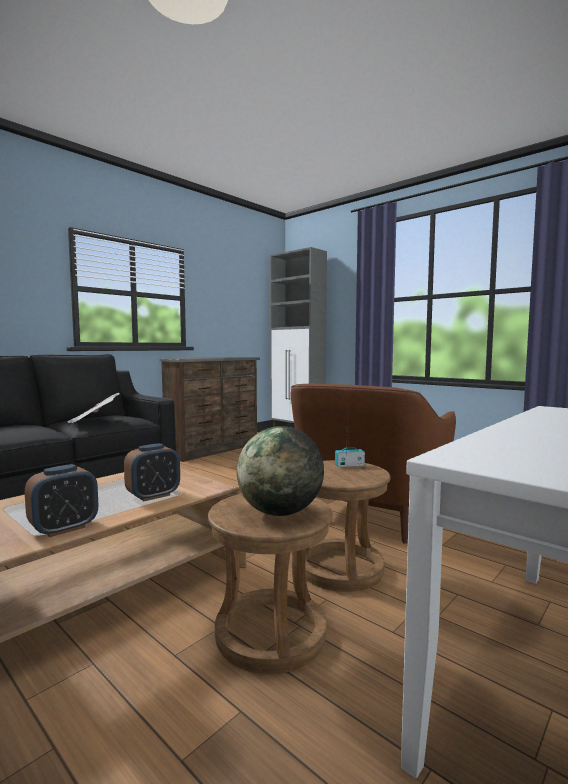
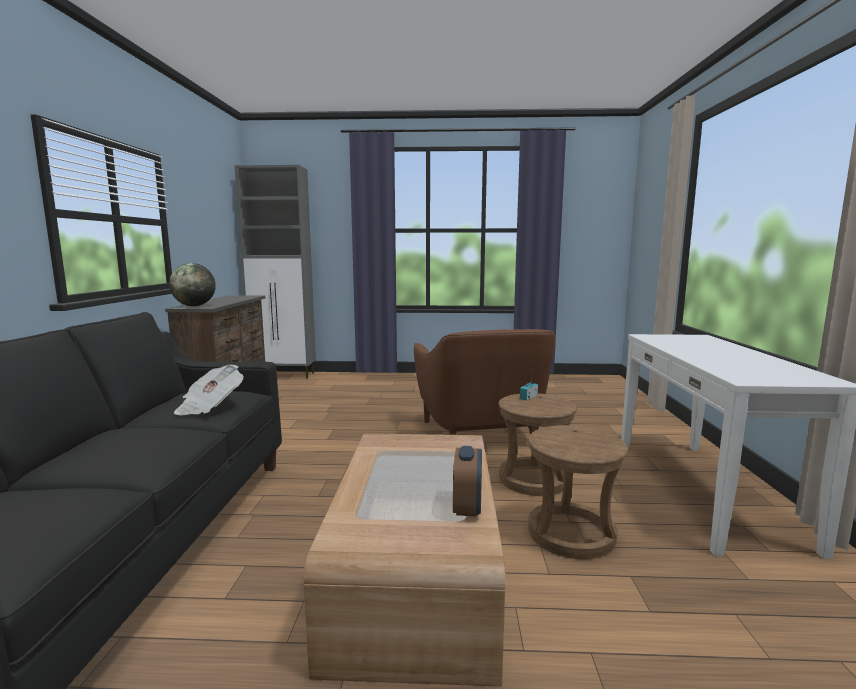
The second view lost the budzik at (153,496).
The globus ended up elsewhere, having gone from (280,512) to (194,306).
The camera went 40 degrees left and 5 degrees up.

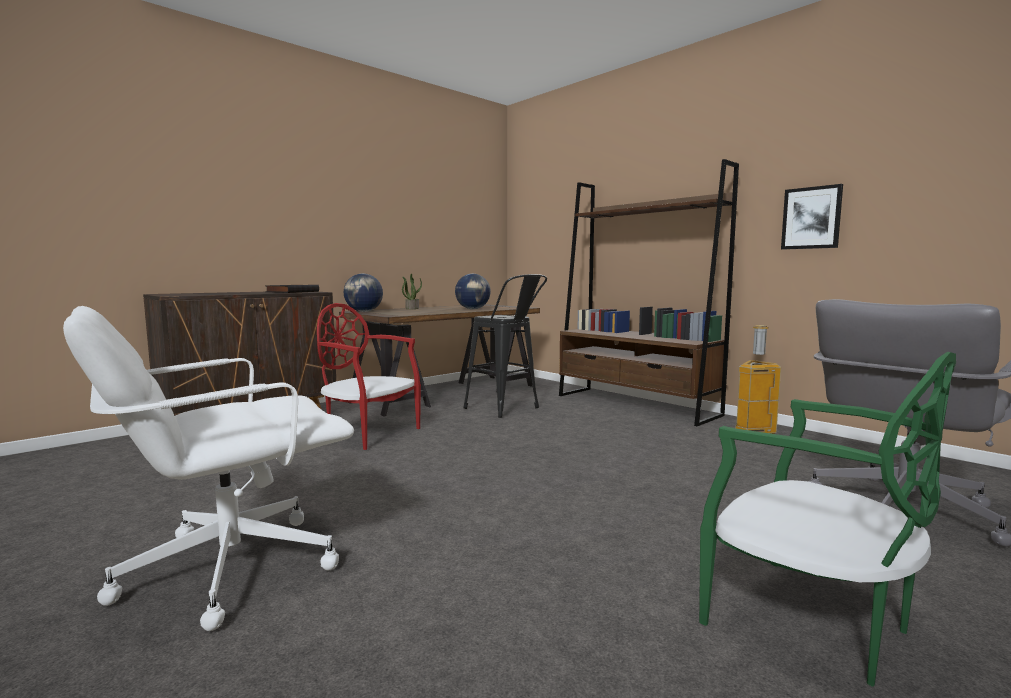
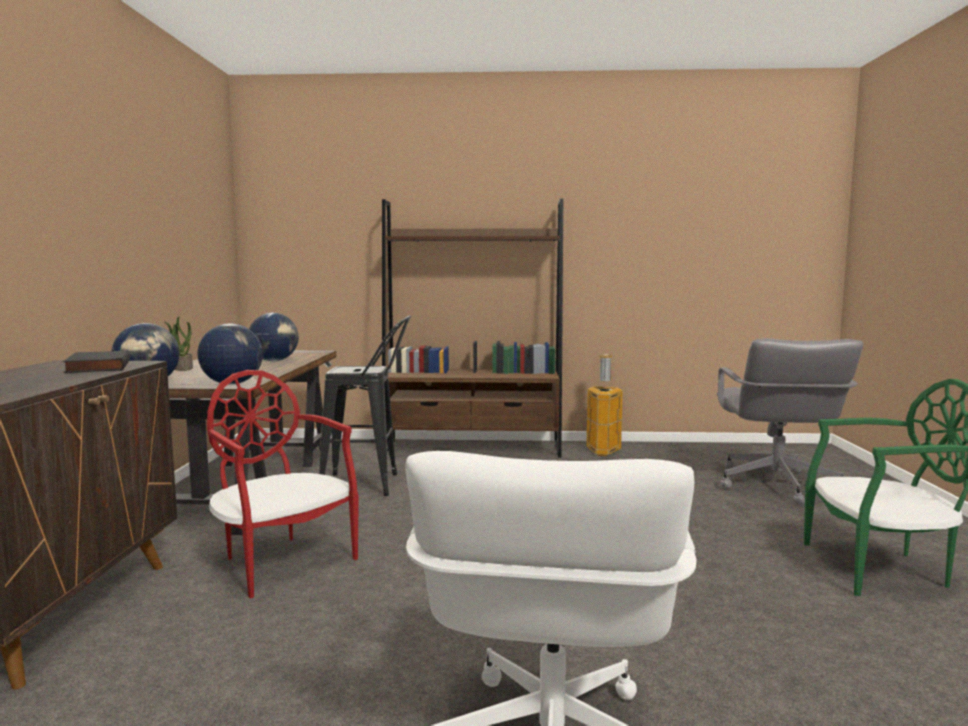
The second view lost the obraz at (811,218).
The second view gained the globus at (232,384).
The krzesło/czerwony at (369,433) ended up facing another way, 60 degrees clockwise from before.
The camera went 45 degrees left and 0 degrees up.

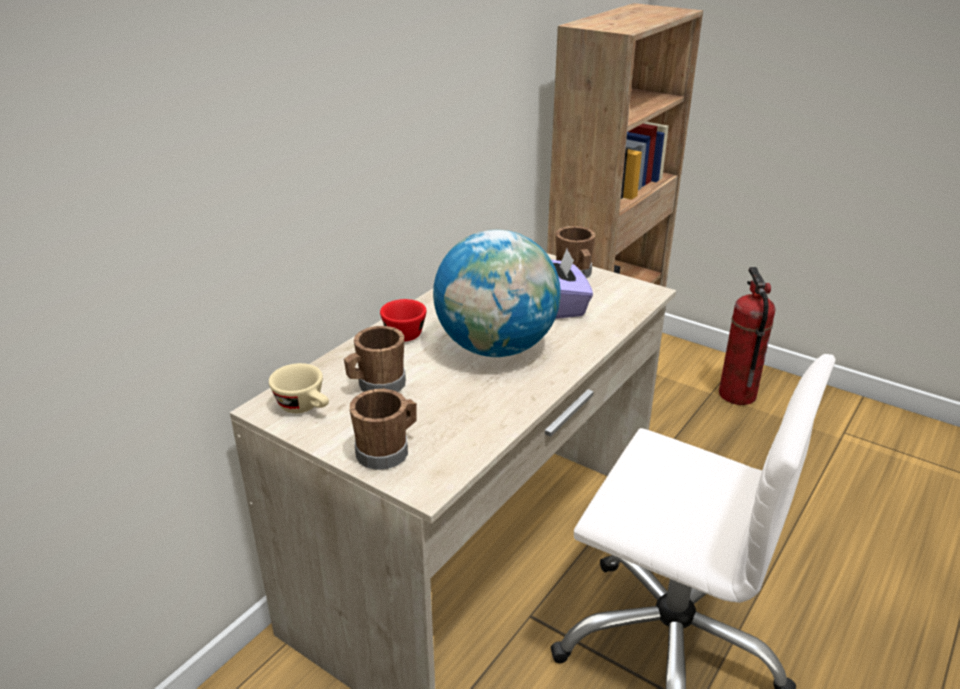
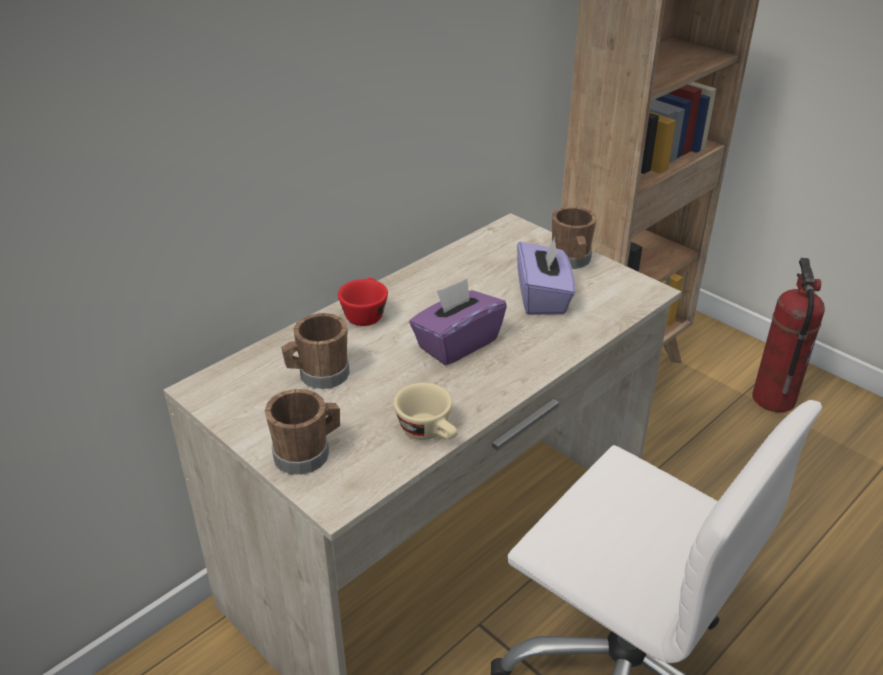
The filiżanka/beżowy ended up elsewhere, having gone from (305,407) to (429,432).
Where the globus stood at (496,348), the pudełko chusteczek/fioletowy came to stand at (457,343).
The camera went 10 degrees right and 5 degrees up.

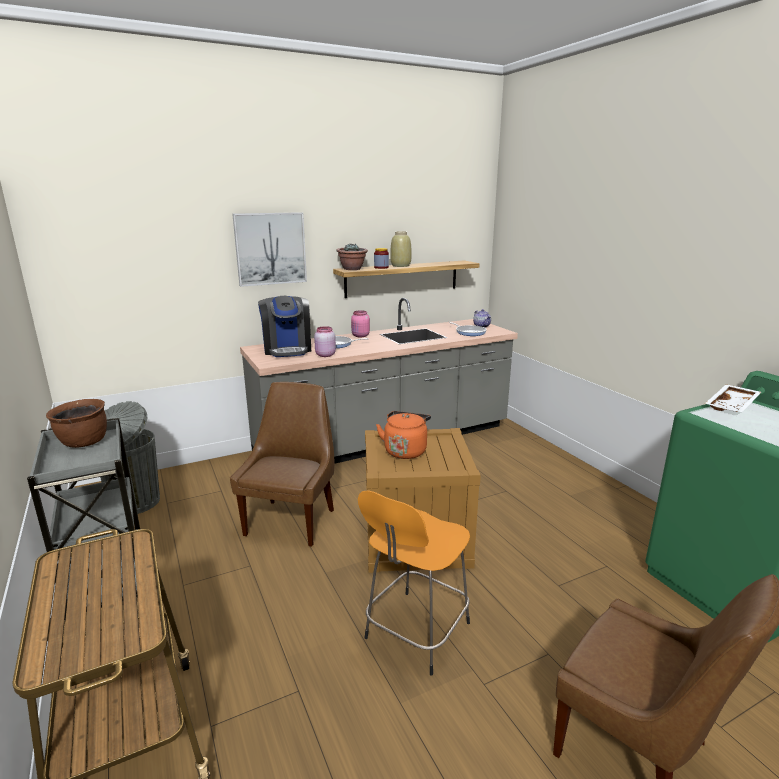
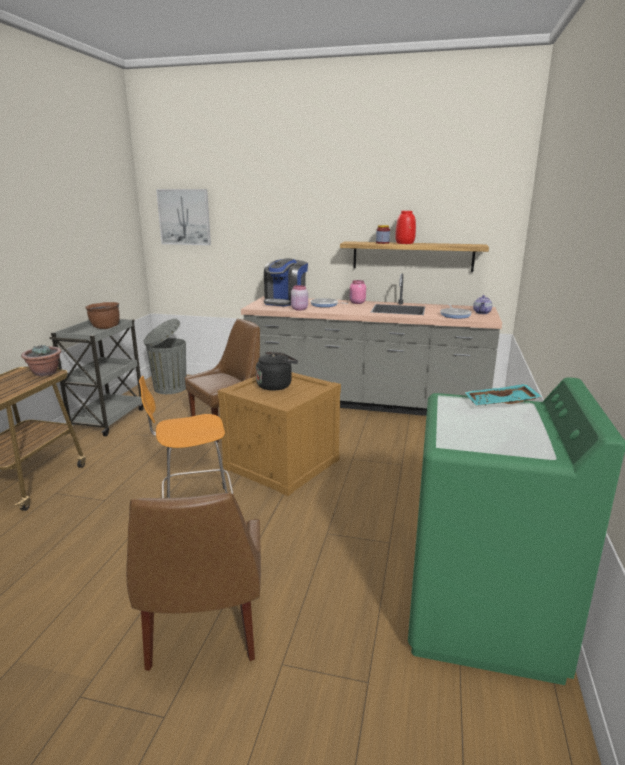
The obraz ended up elsewhere, having gone from (270,249) to (184,217).
The roślina doniczkowa ended up elsewhere, having gone from (352,269) to (45,373).
What was the czajnik/pomarańczowy at (405,450) turned into the czajnik/czarny at (276,385).
What was the wazon/beżowy at (400,266) turned into the wazon/czerwony at (404,243).
What was the taca/biały at (732,406) turned into the taca/turkusowy at (501,404).
The camera went 40 degrees right and 0 degrees up.

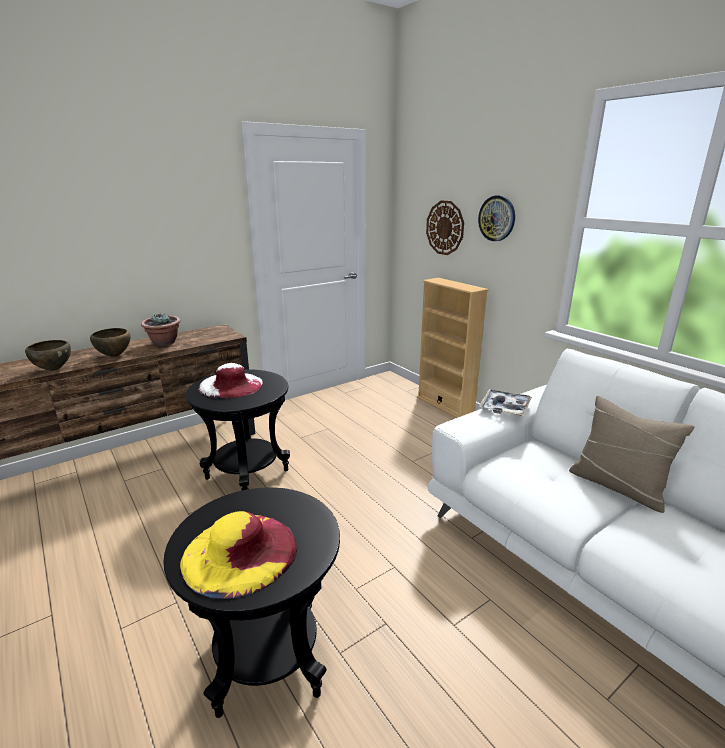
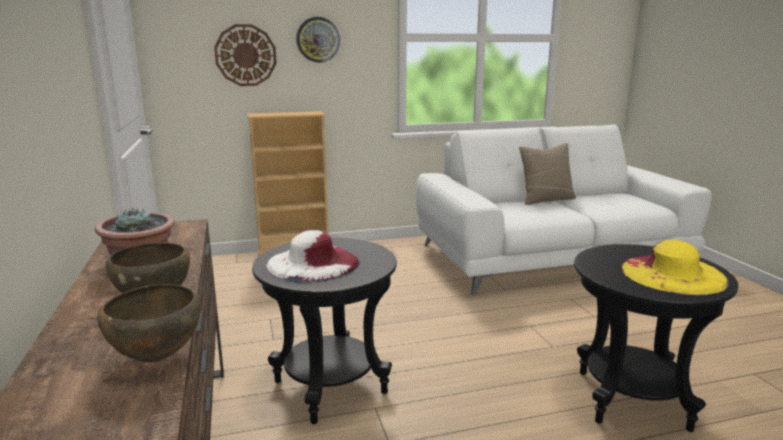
The second view lost the taca at (505,407).
The camera went 70 degrees left and 5 degrees down.

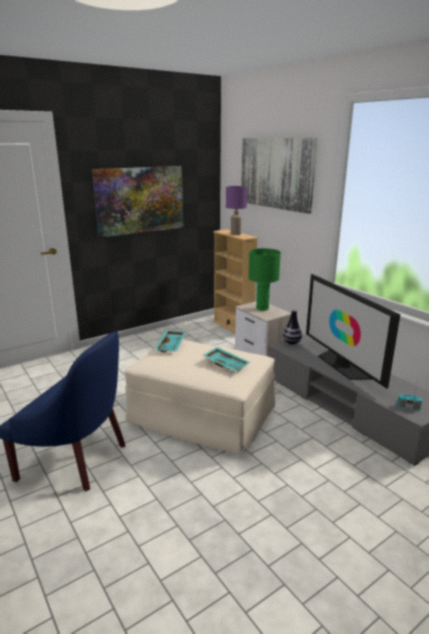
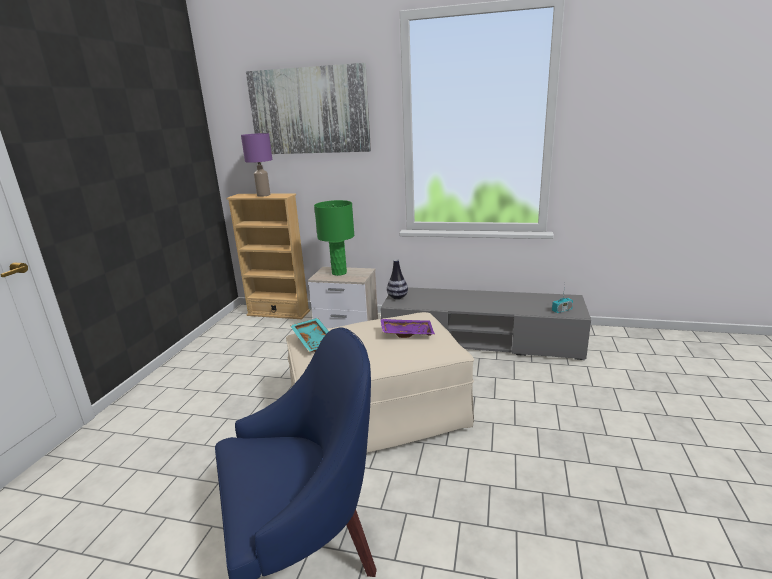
The second view lost the obraz at (140,200).
The second view lost the telewizor at (342,365).
What was the taca/turkusowy at (226,364) turned into the taca/fioletowy at (407,333).
The camera went 40 degrees left and 0 degrees up.

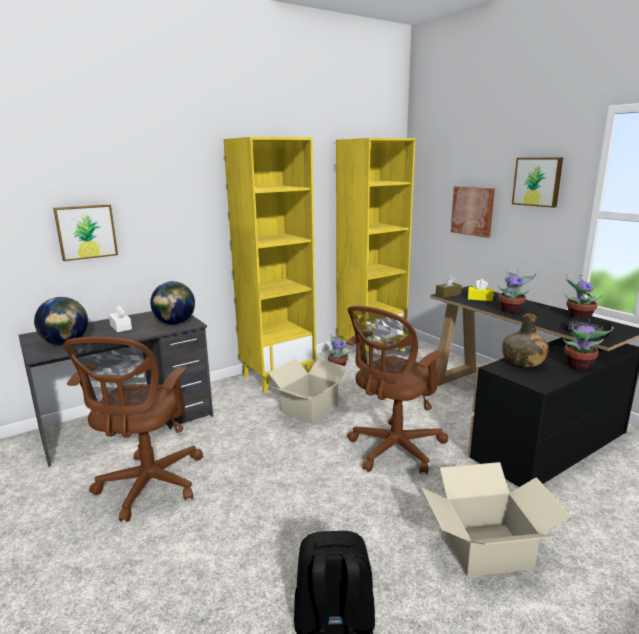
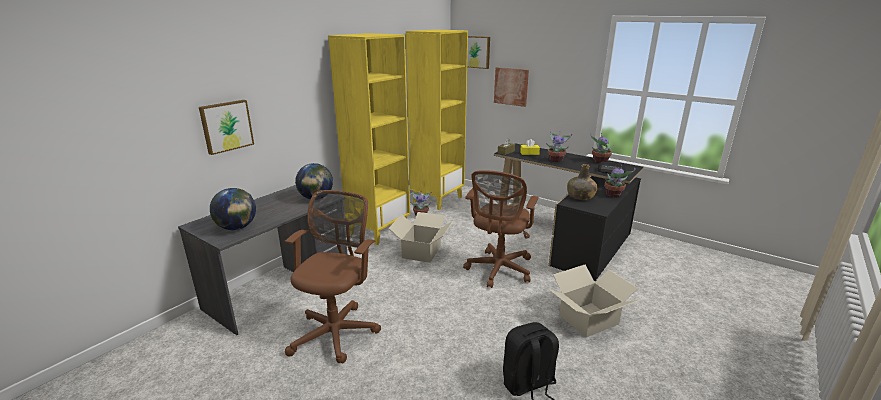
The second view lost the pudełko chusteczek/biały at (121,327).
The obraz ended up elsewhere, having gone from (537,181) to (476,52).
The krzesło biurowe/brązowy at (148,486) ended up facing another way, 150 degrees counterclockwise from before.
The camera went 20 degrees left and 5 degrees up.

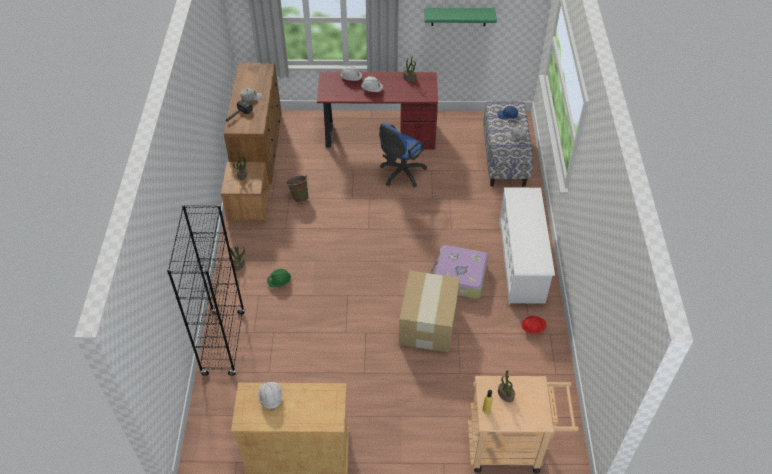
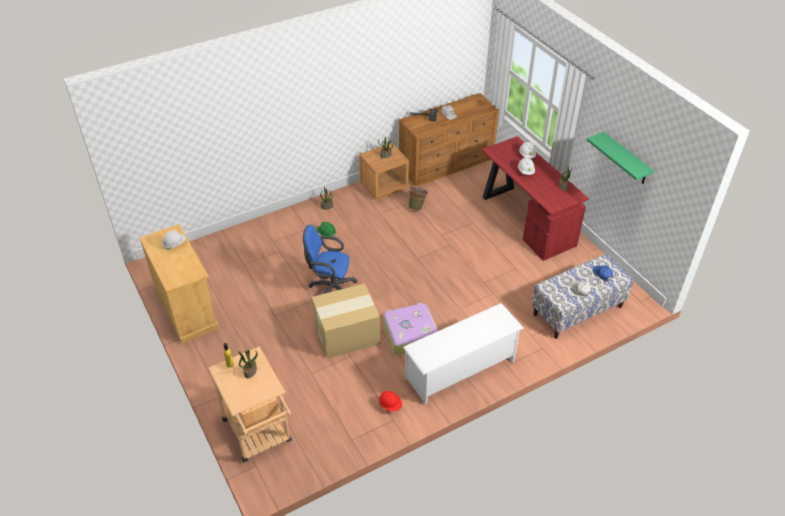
The second view lost the regał/czarny at (223,343).
The krzesło biurowe/niebieski ended up elsewhere, having gone from (400,174) to (330,289).
The camera went 60 degrees right and 5 degrees down.

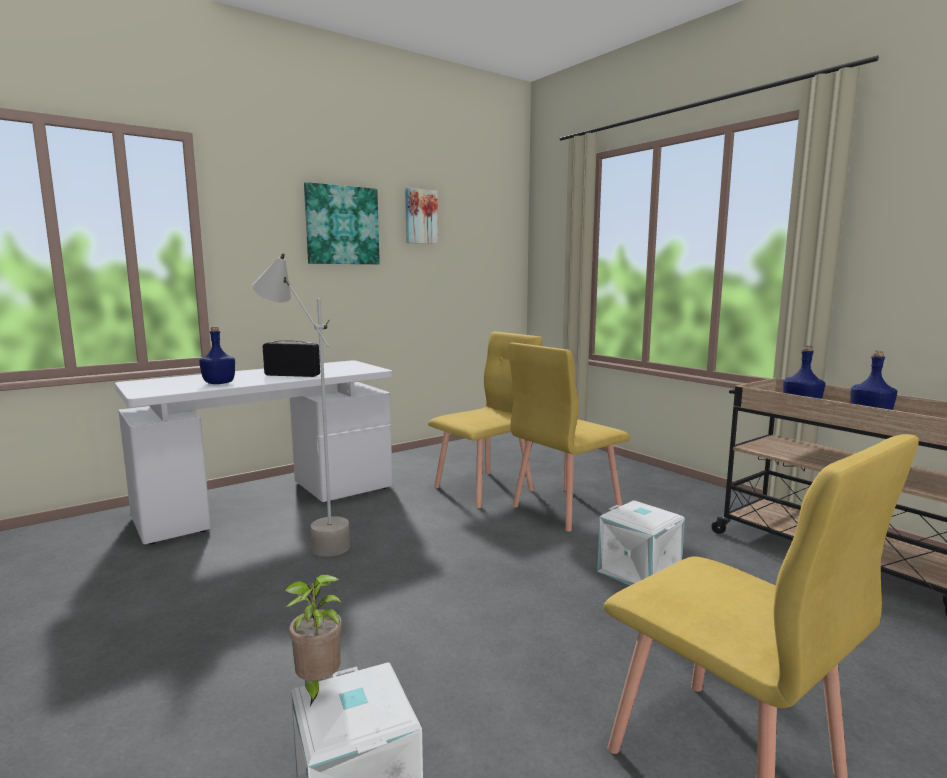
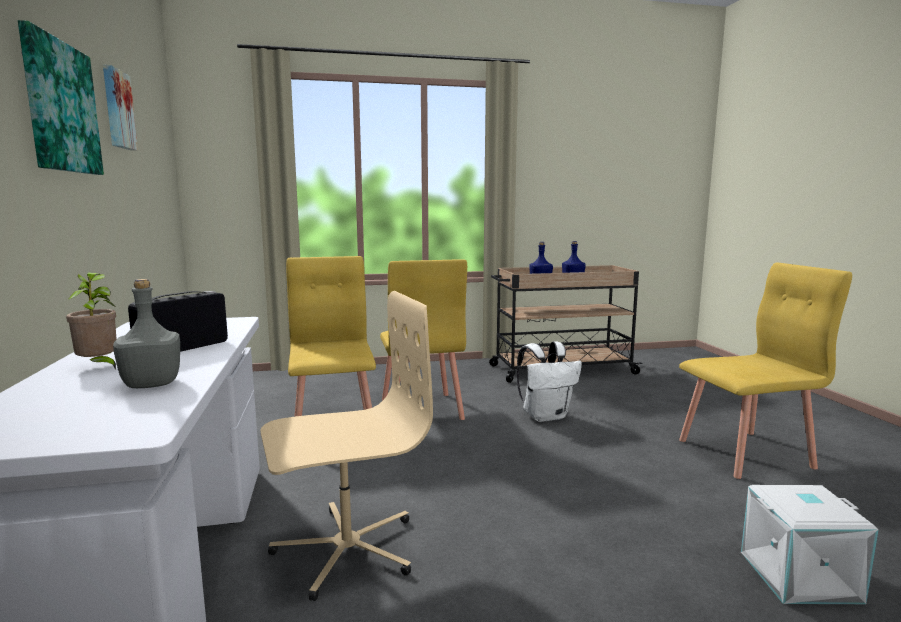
The roślina doniczkowa ended up elsewhere, having gone from (317,686) to (99,367).
Where the lampa stojąca/szary stood at (309,540), the krzesło biurowe/beżowy came to stand at (346,549).
Where the pojemnik do przechowywania/biały stood at (640,572), the plecak/biały came to stand at (546,416).
What was the butelka/niebieski at (218,383) turned into the butelka/szary at (152,384).
The camera went 65 degrees left and 0 degrees up.

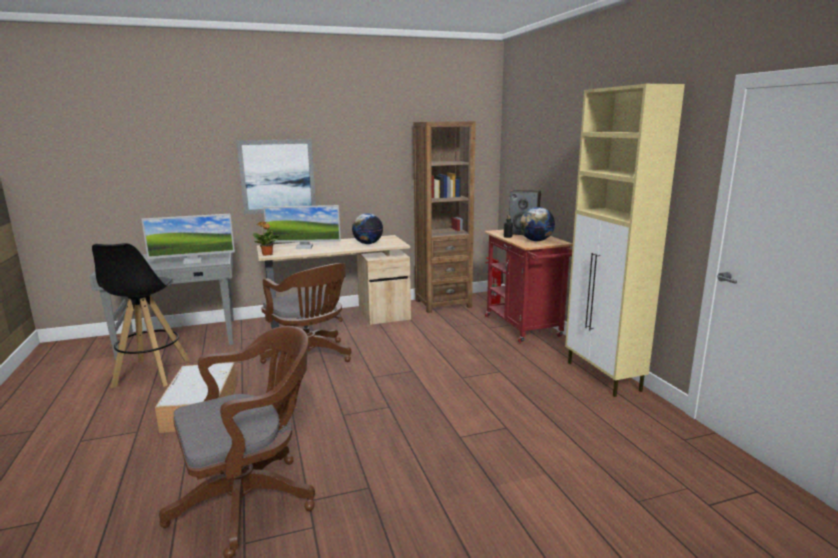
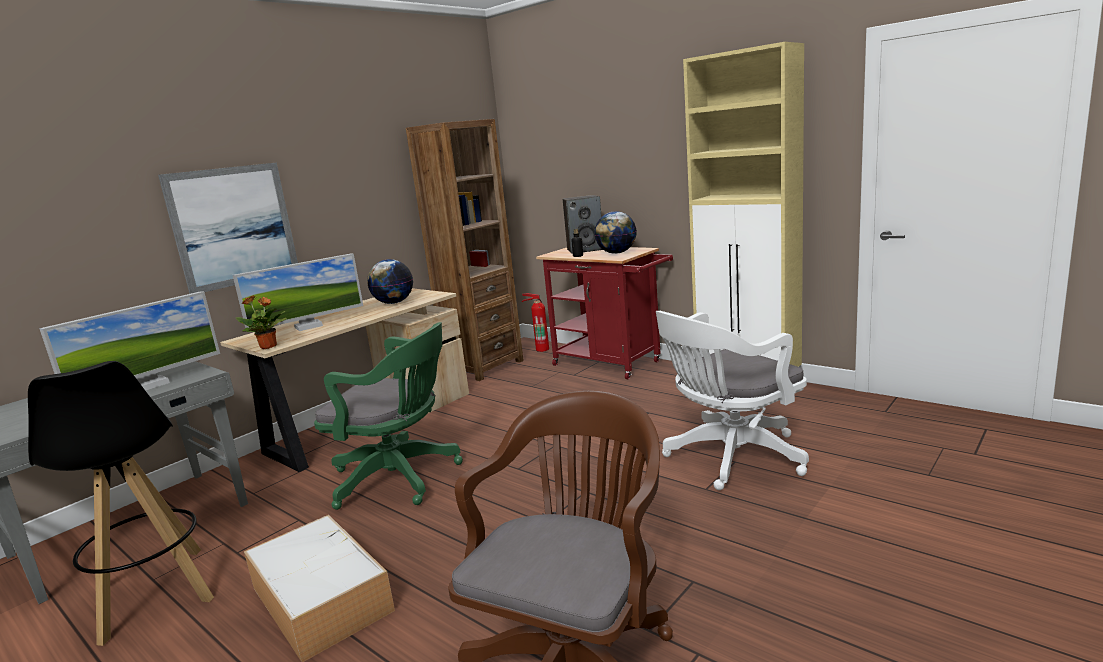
The second view gained the krzesło biurowe/biały at (729,458).
What was the krzesło biurowe/brązowy at (310,358) turned into the krzesło biurowe/zielony at (401,478).
The camera went 30 degrees left and 0 degrees up.

